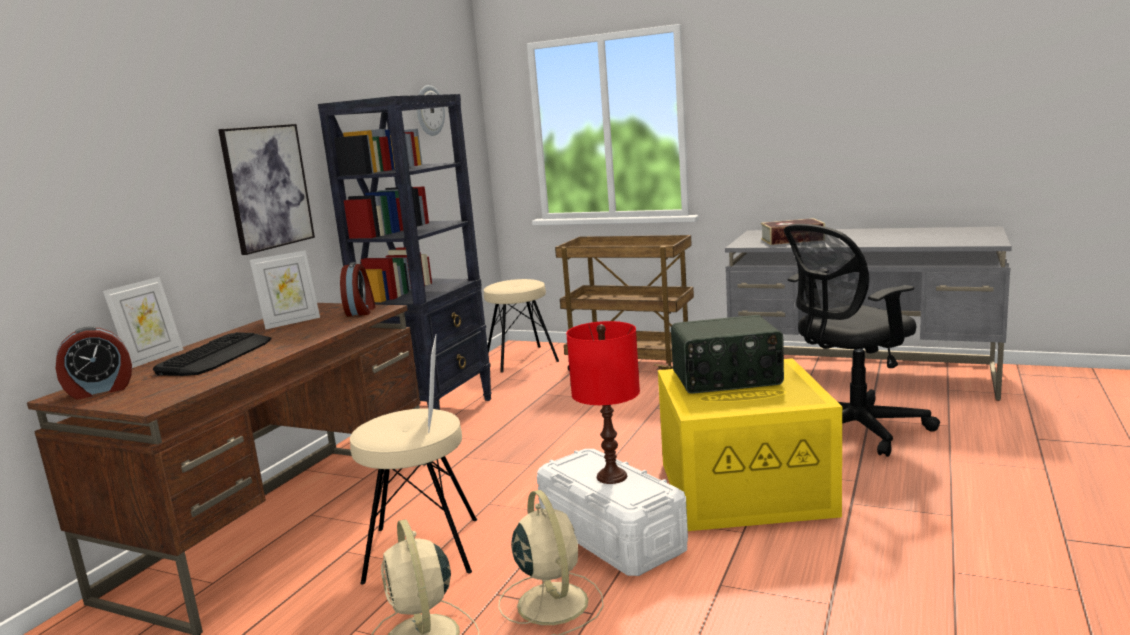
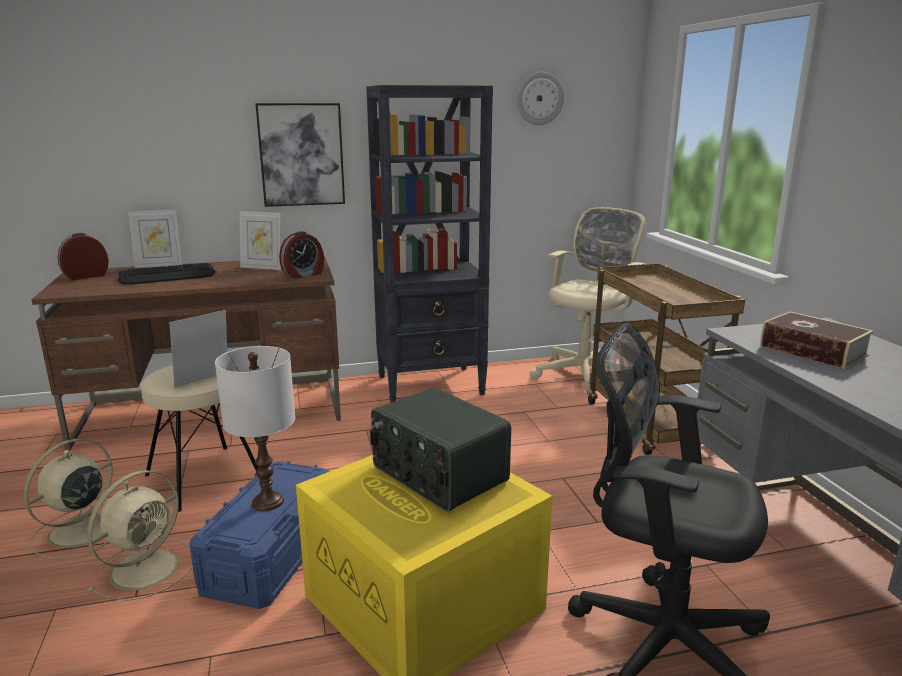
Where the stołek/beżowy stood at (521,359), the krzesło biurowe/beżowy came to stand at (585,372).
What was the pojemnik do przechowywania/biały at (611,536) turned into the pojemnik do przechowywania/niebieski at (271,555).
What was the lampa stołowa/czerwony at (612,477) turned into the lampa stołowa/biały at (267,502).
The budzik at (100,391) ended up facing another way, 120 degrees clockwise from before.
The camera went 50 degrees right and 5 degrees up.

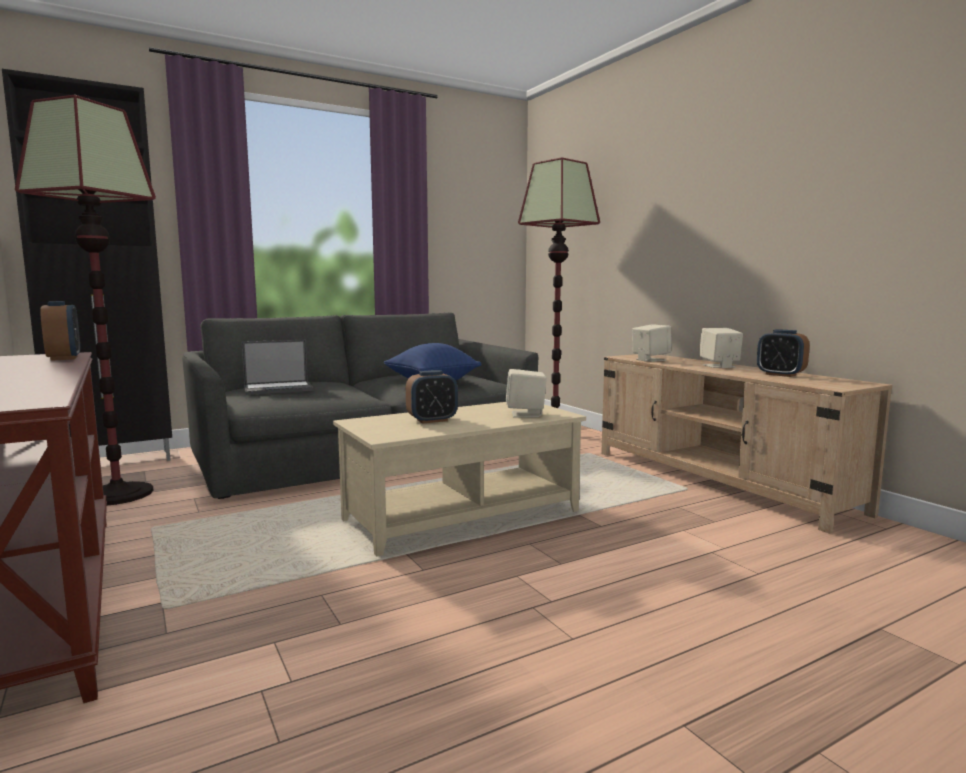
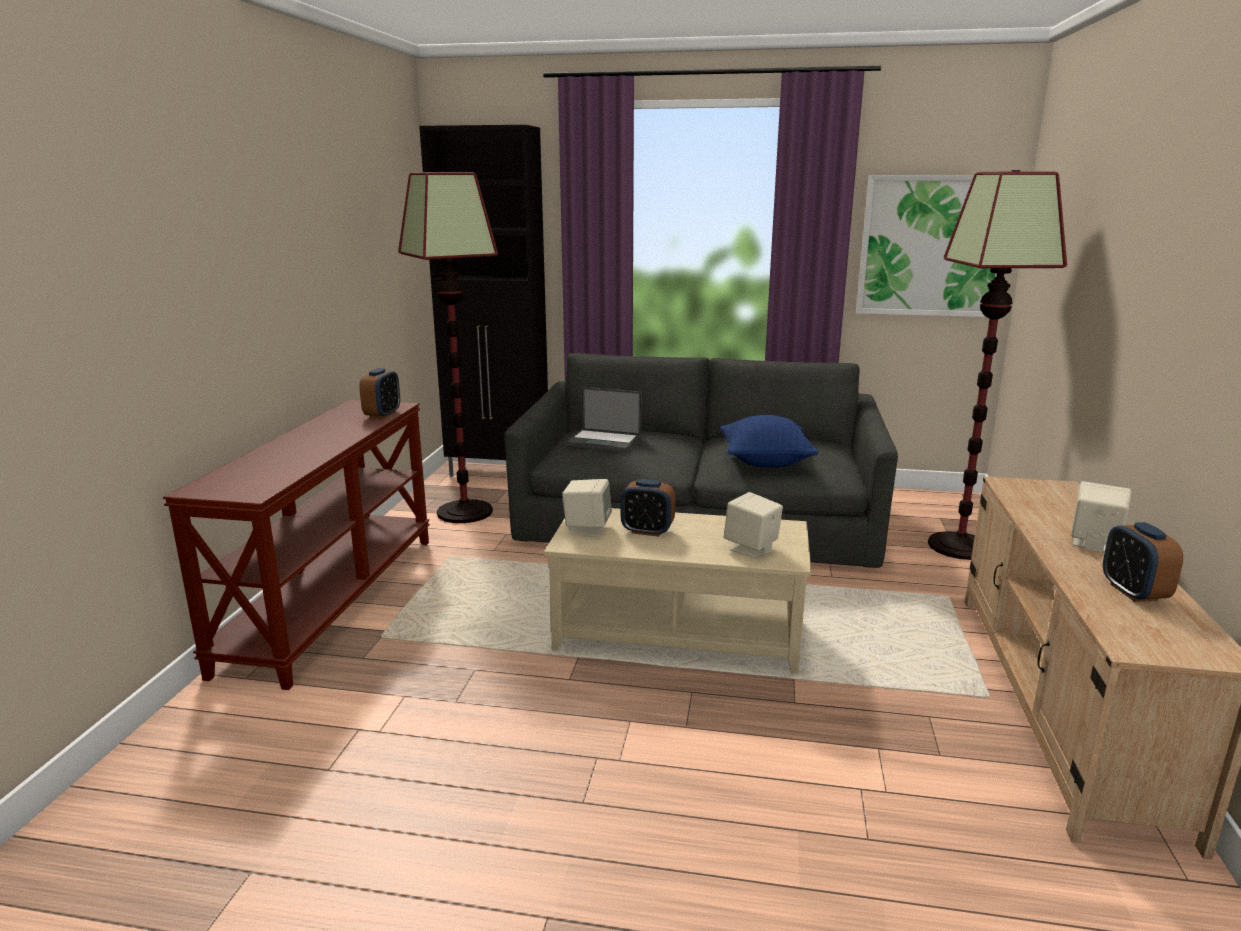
The second view gained the obraz at (931,246).
The głośnik/beżowy ended up elsewhere, having gone from (650,360) to (587,529).
The camera went 40 degrees right and 10 degrees up.

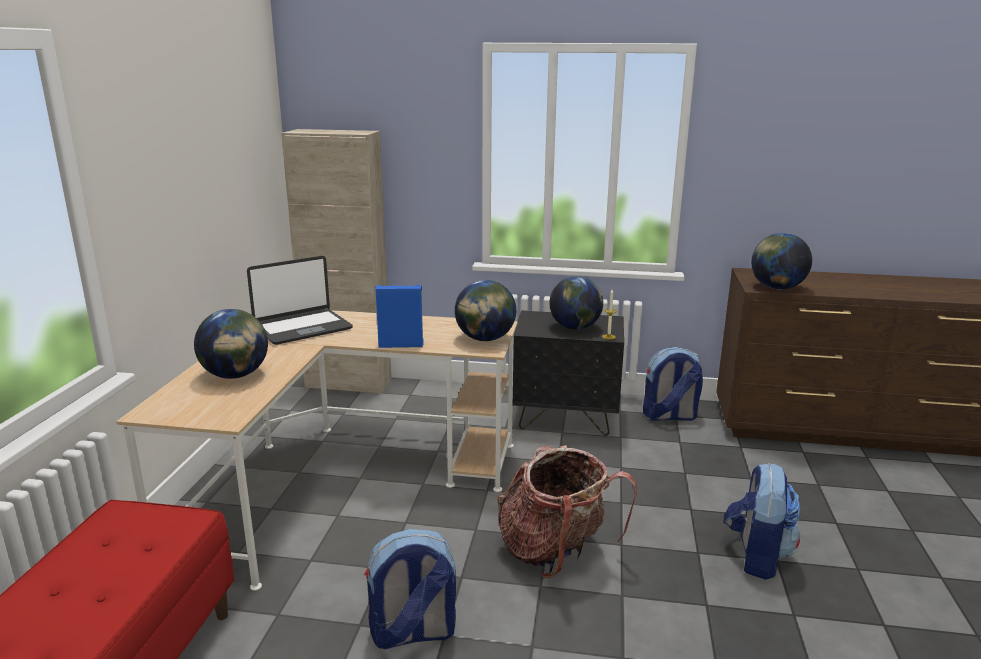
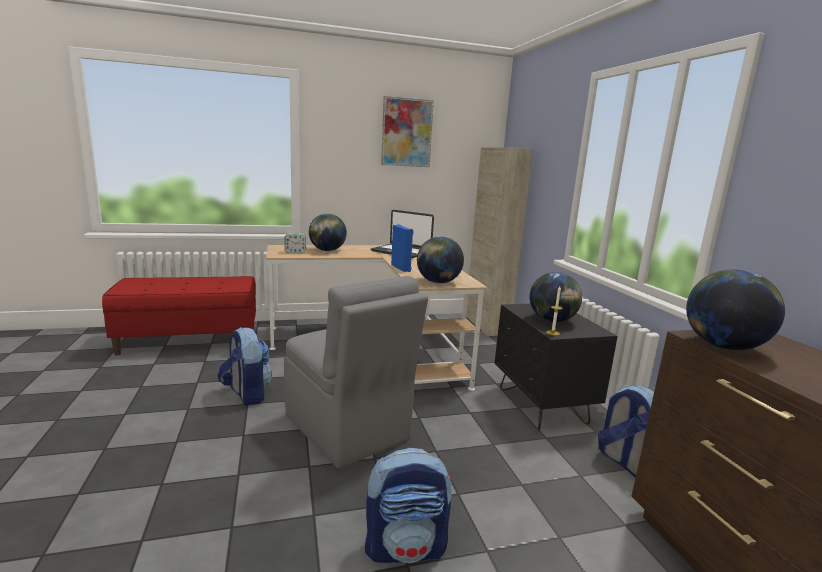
The second view gained the budzik at (295,252).
The second view gained the obraz at (406,132).
Where the plecak stood at (556,552), the krzesło/szary came to stand at (347,429).
The camera went 65 degrees right and 5 degrees down.

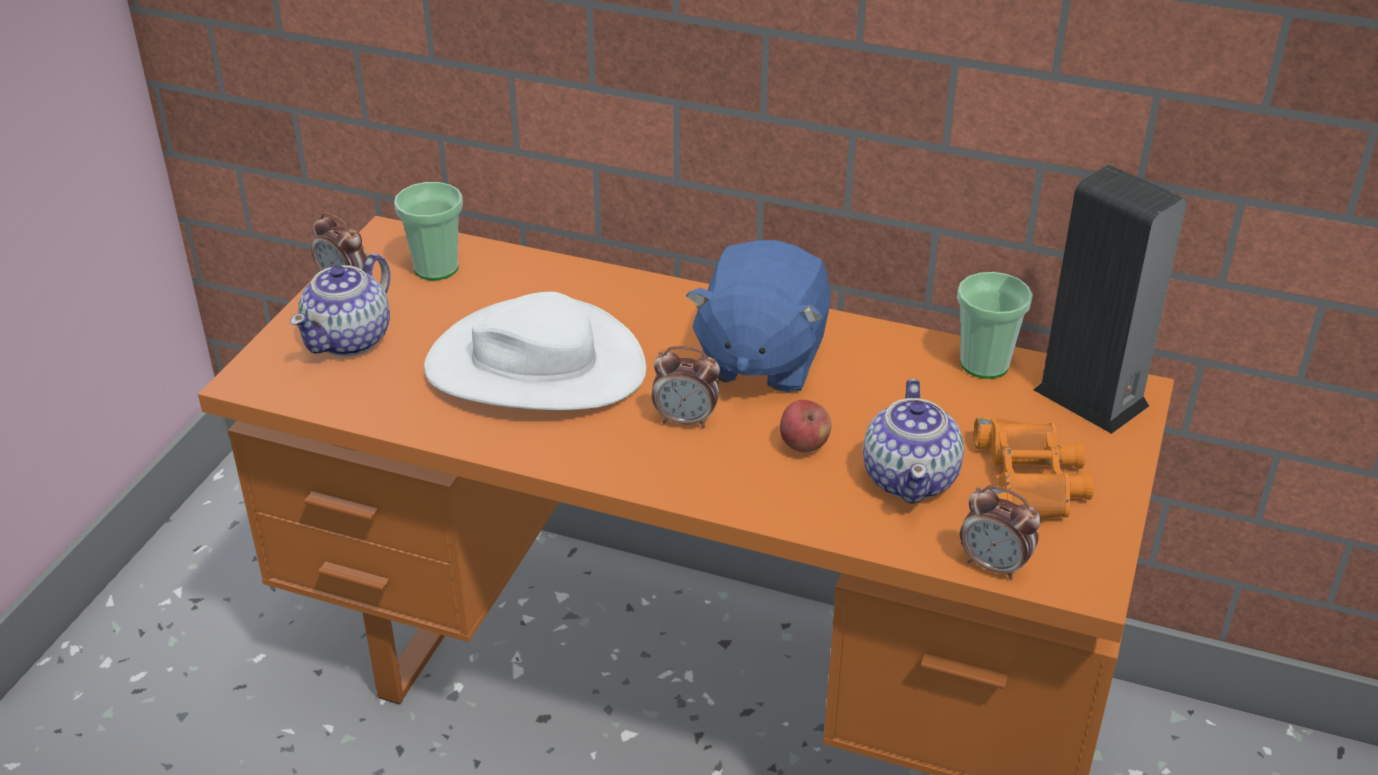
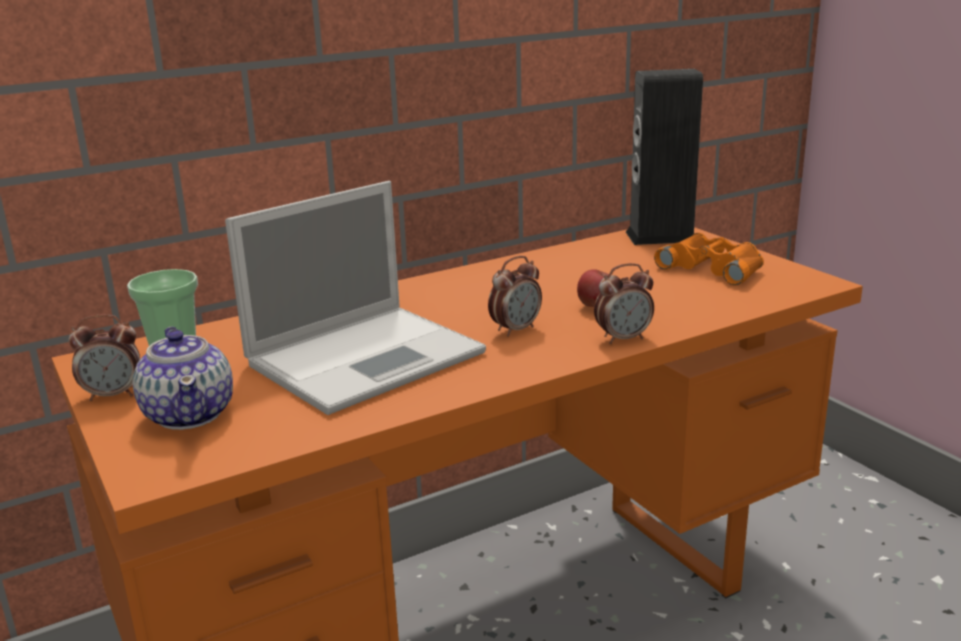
The second view lost the pluszak/niebieski at (759,358).
The second view lost the imbryk at (911,478).
The second view lost the filiżanka at (984,364).
The budzik ended up elsewhere, having gone from (994,566) to (623,338).
Where the kapelusz/biały stood at (535,367), the laptop came to stand at (369,357).
The camera went 50 degrees left and 15 degrees down.

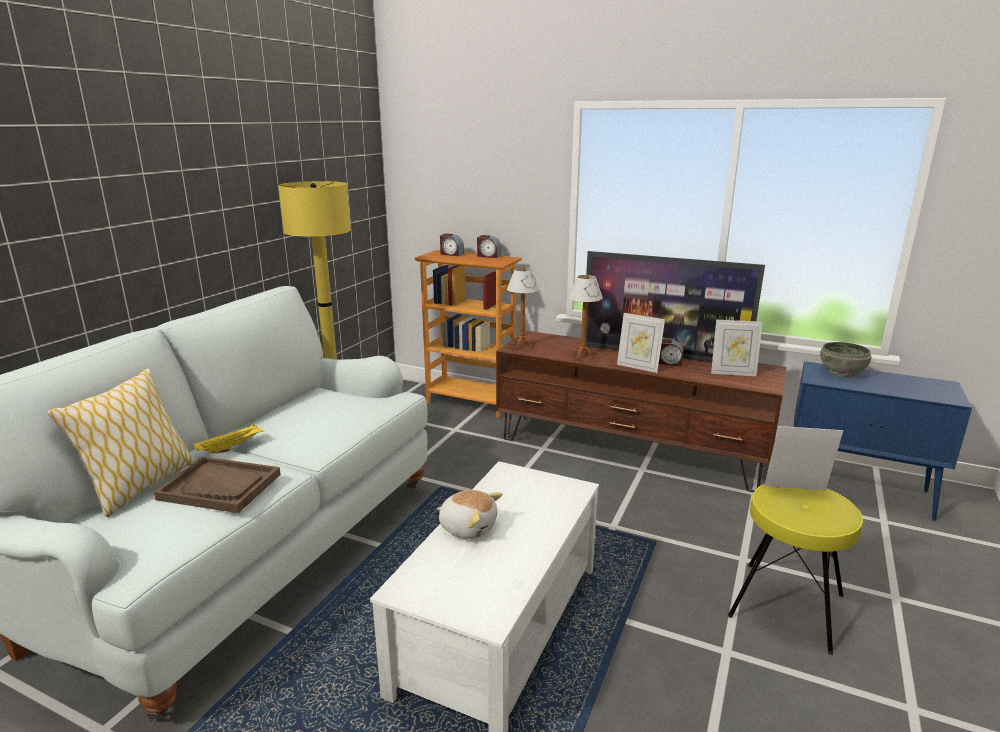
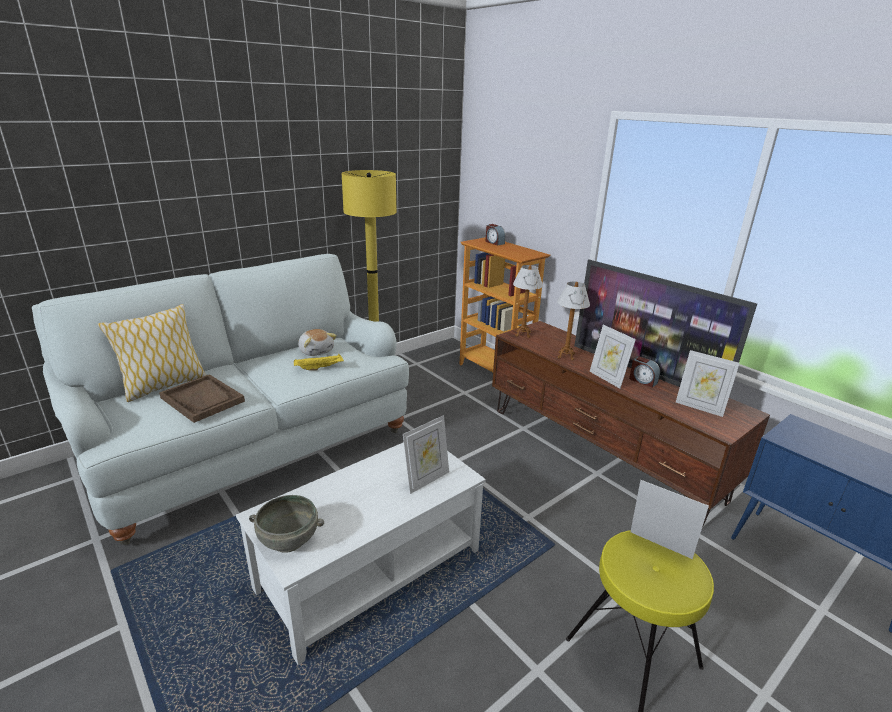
The second view lost the budzik at (488,256).
The second view gained the ramka na zdjęcie at (426,480).
The taca/żółty ended up elsewhere, having gone from (231,447) to (320,368).
The pluszak ended up elsewhere, having gone from (468,527) to (316,351).
The miska/szary ended up elsewhere, having gone from (842,372) to (288,540).
The camera went 25 degrees right and 5 degrees up.

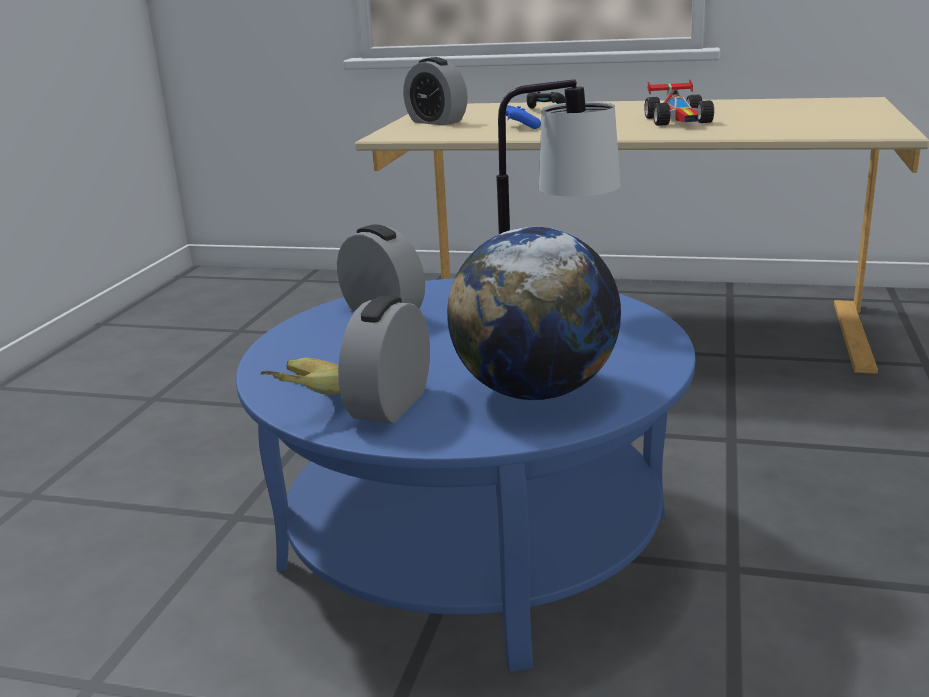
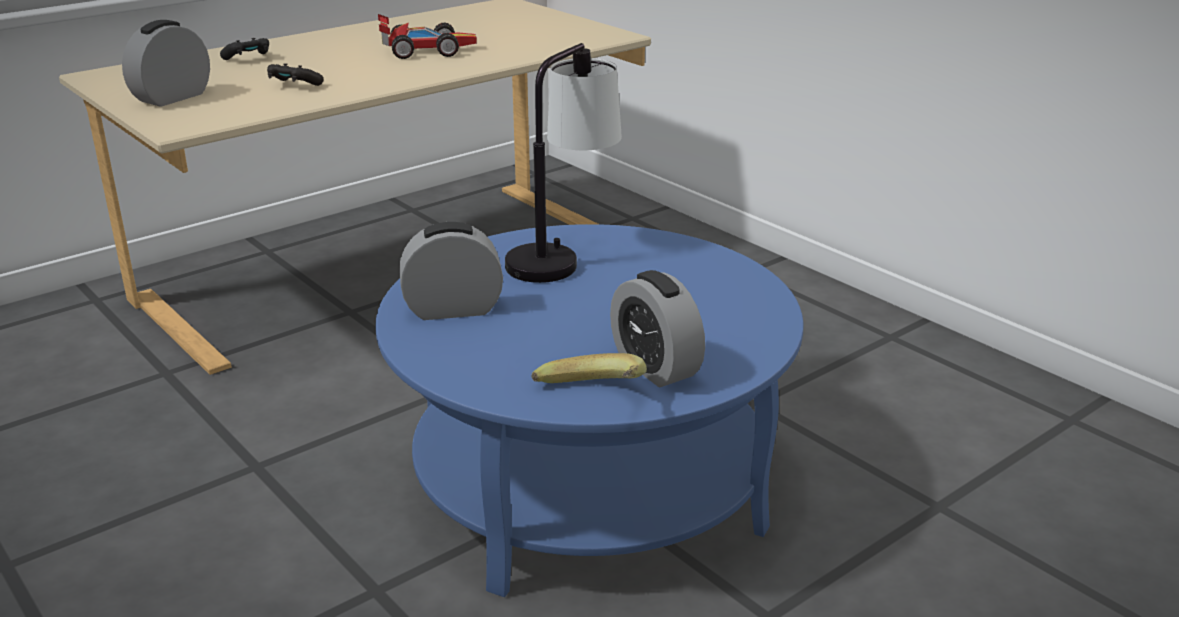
The second view lost the globus at (535,391).
What was the pad do gier/niebieski at (520,127) turned into the pad do gier/czarny at (294,86).
The budzik at (436,122) ended up facing another way, 135 degrees clockwise from before.
The samochodzik at (679,120) ended up facing another way, 45 degrees counterclockwise from before.
The camera went 55 degrees left and 5 degrees up.

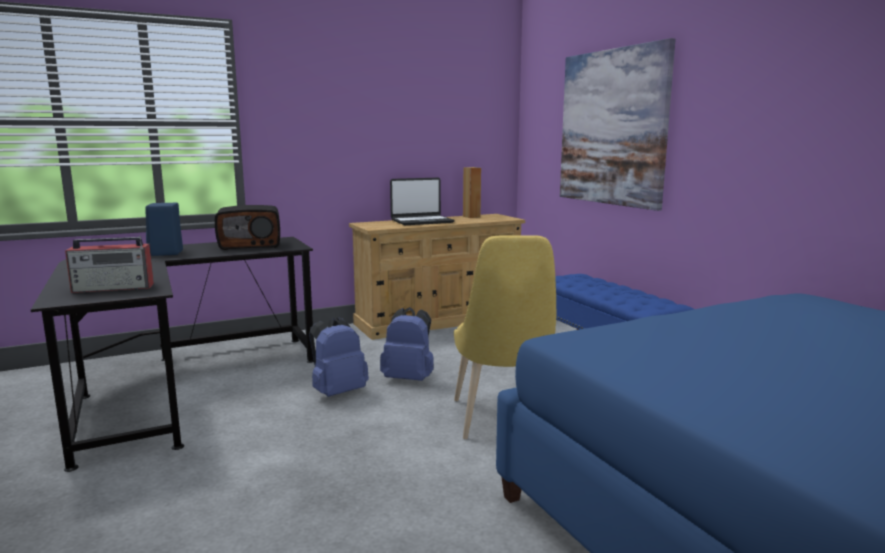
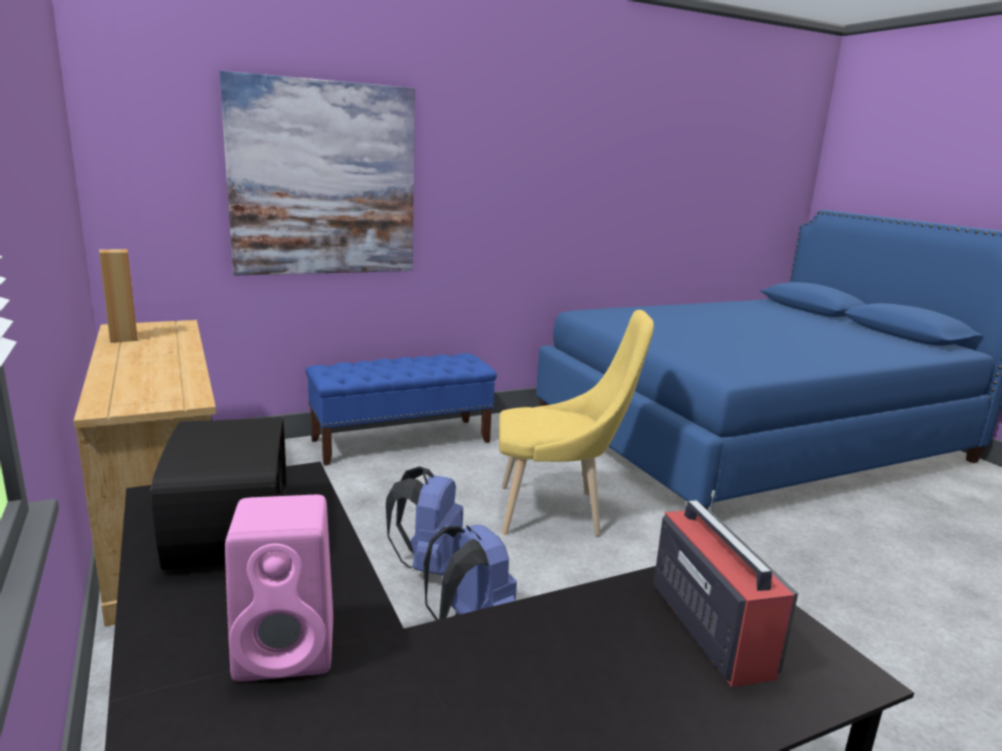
The second view lost the laptop at (421,221).
What was the głośnik/niebieski at (166,253) turned into the głośnik/różowy at (289,649).
The camera went 90 degrees left and 5 degrees up.

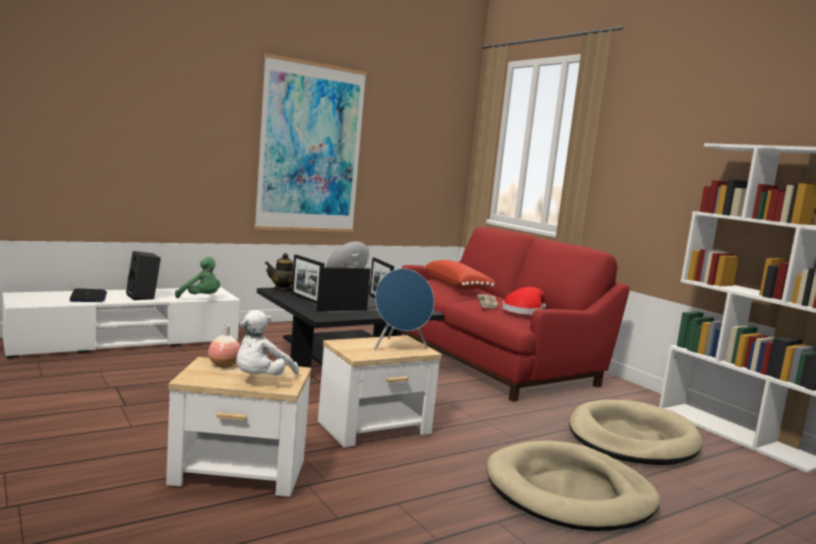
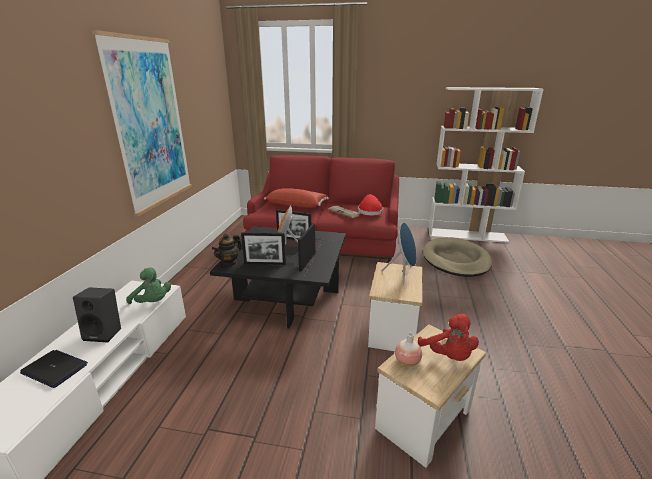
The second view lost the legowisko/beżowy at (569,492).
What was the pluszak/biały at (261,379) turned into the pluszak/czerwony at (448,356).
The pluszak/zielony at (201,298) ended up facing another way, 60 degrees clockwise from before.
The camera went 45 degrees left and 15 degrees up.

